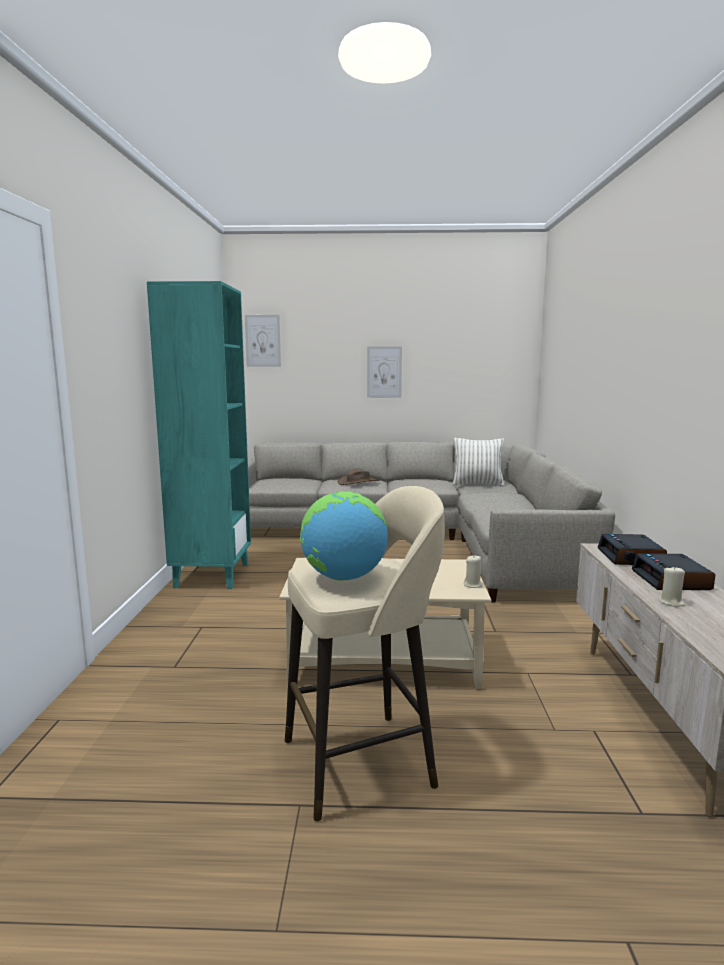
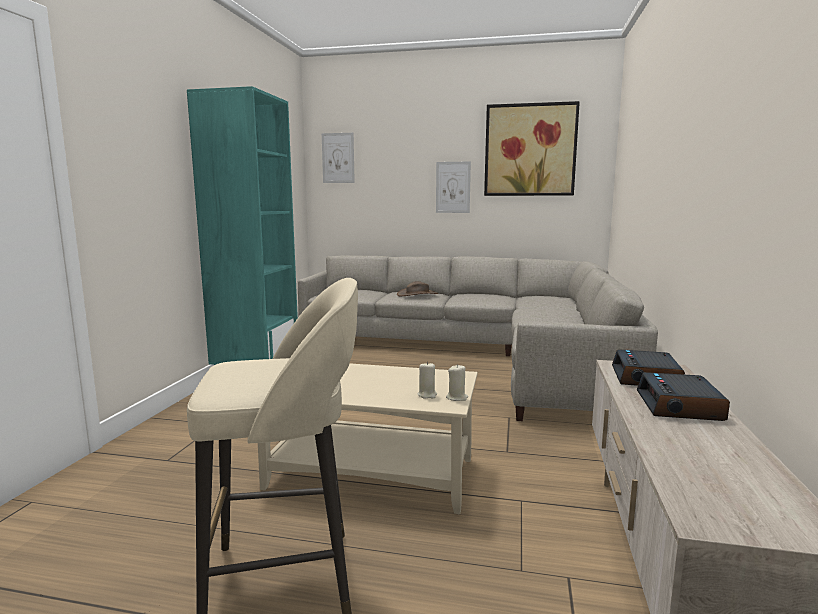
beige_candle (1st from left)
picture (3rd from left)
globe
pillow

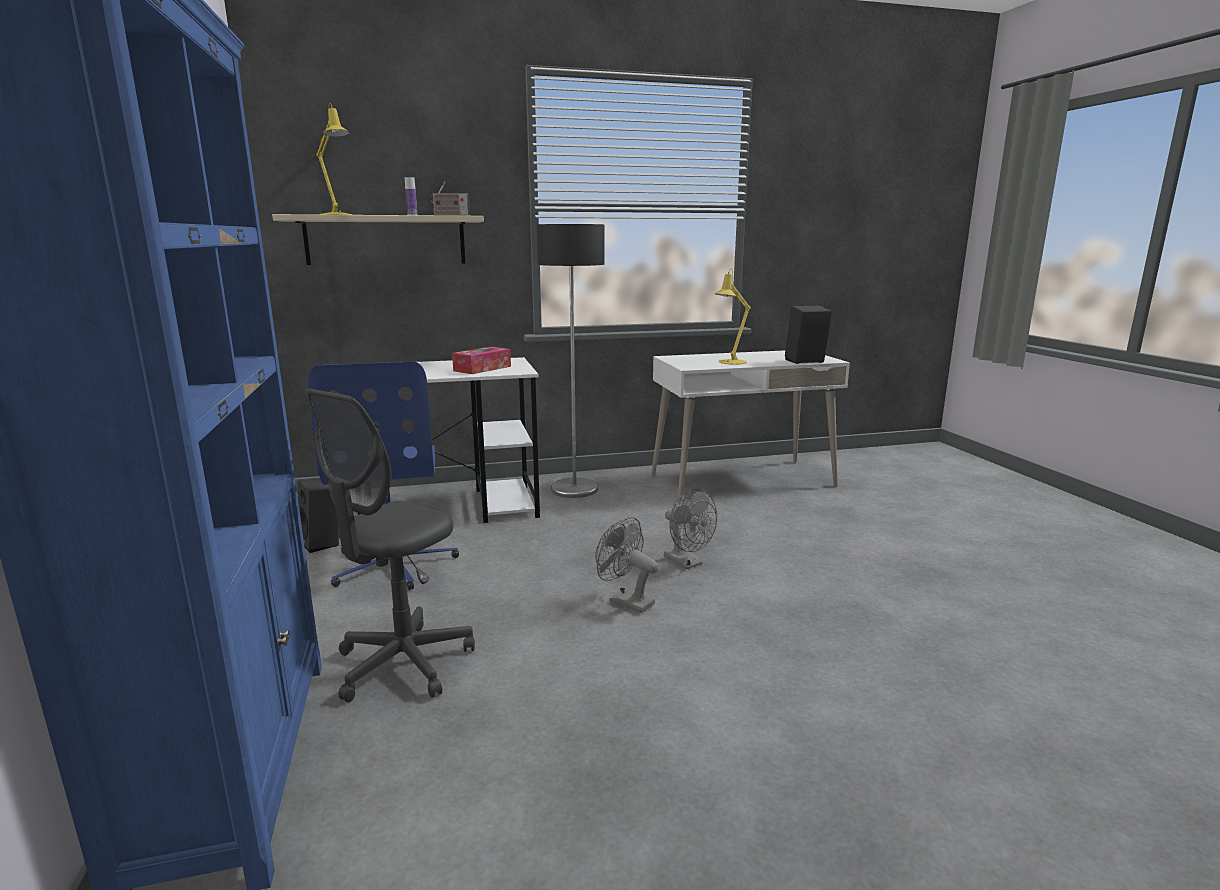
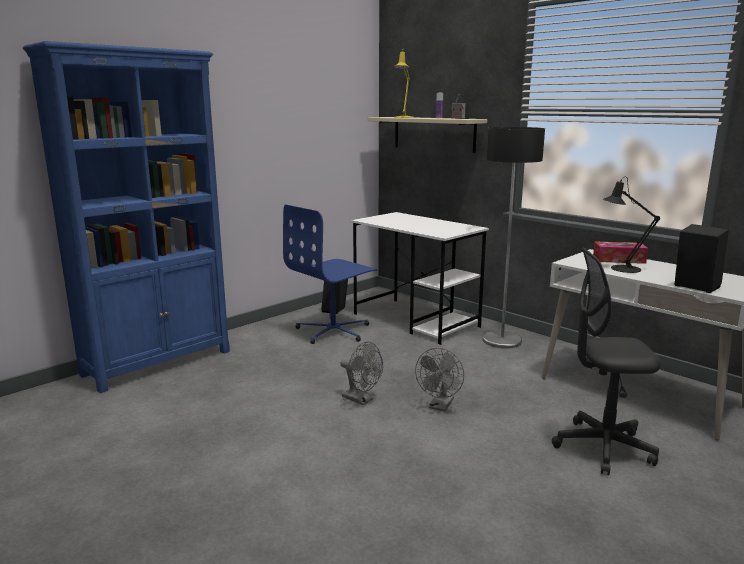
grey_fan (1st from left)
grey_office_chair
tissue_box
black_table_lamp

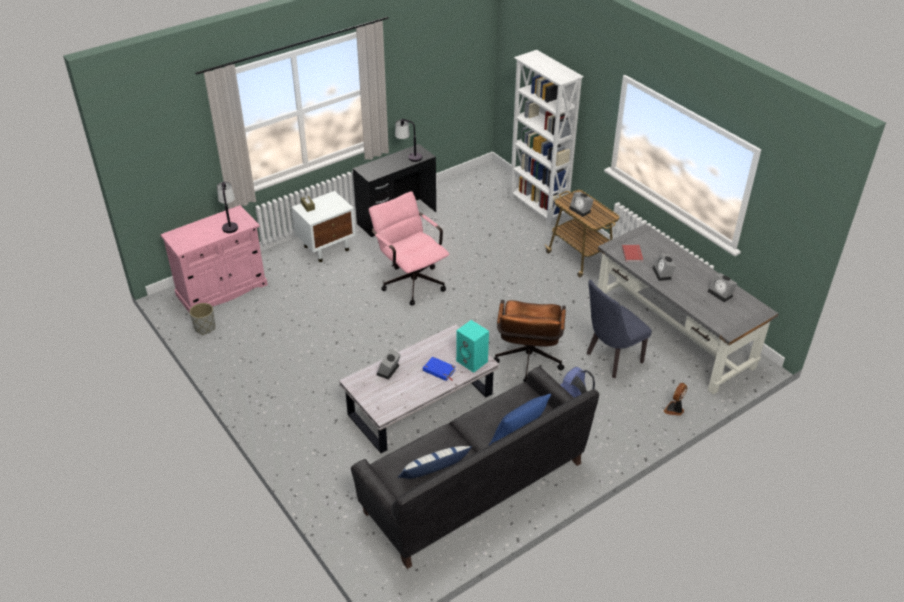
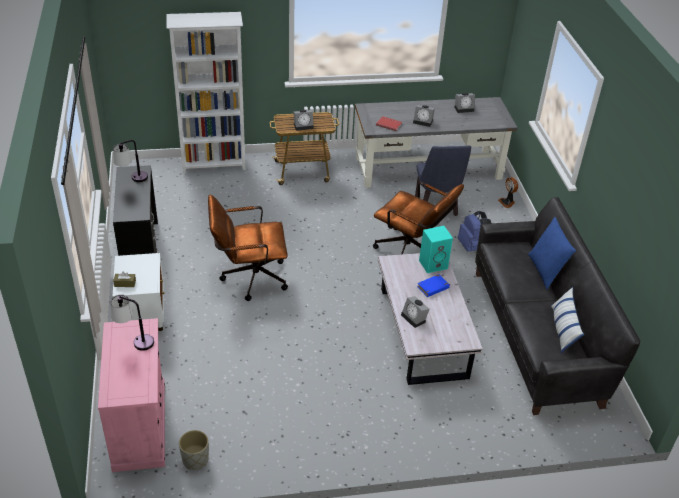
brown_office_chair (1st from left)

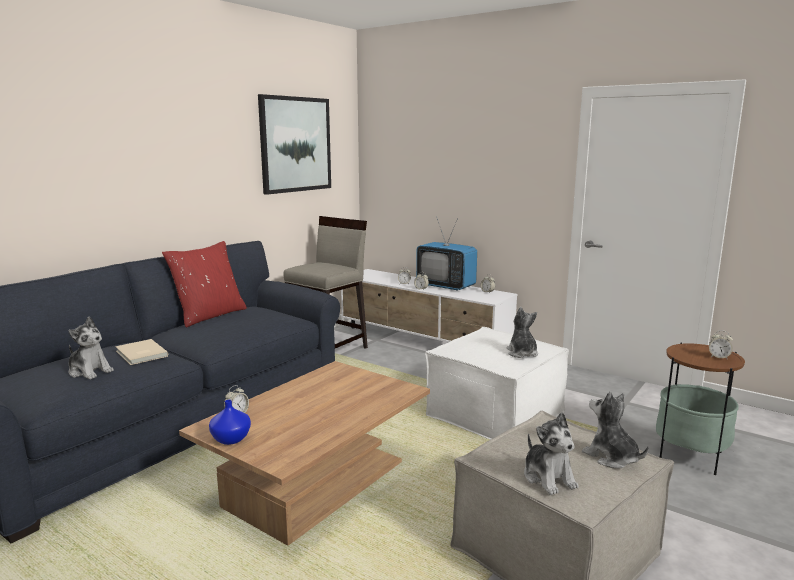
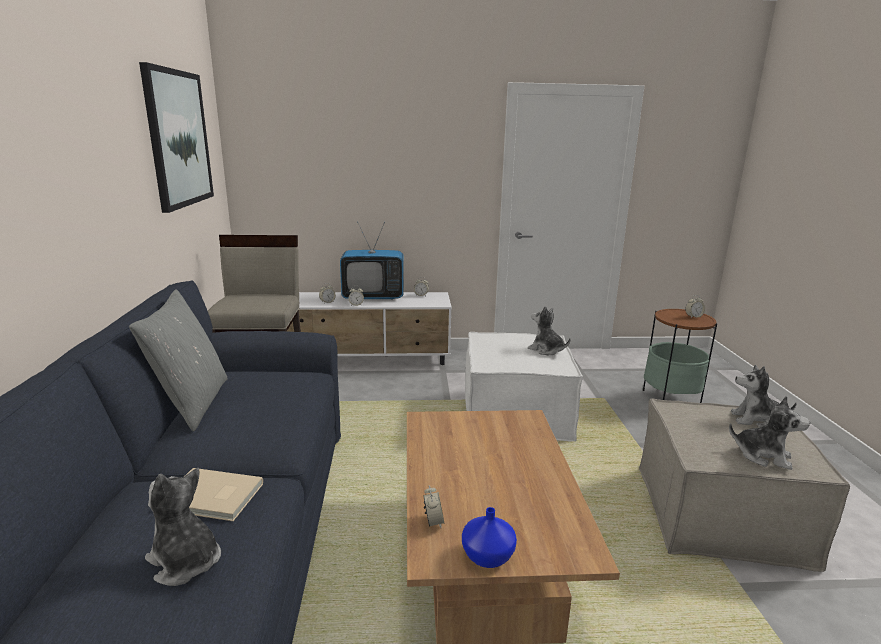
grey_pillow
plush_toy (1st from left)

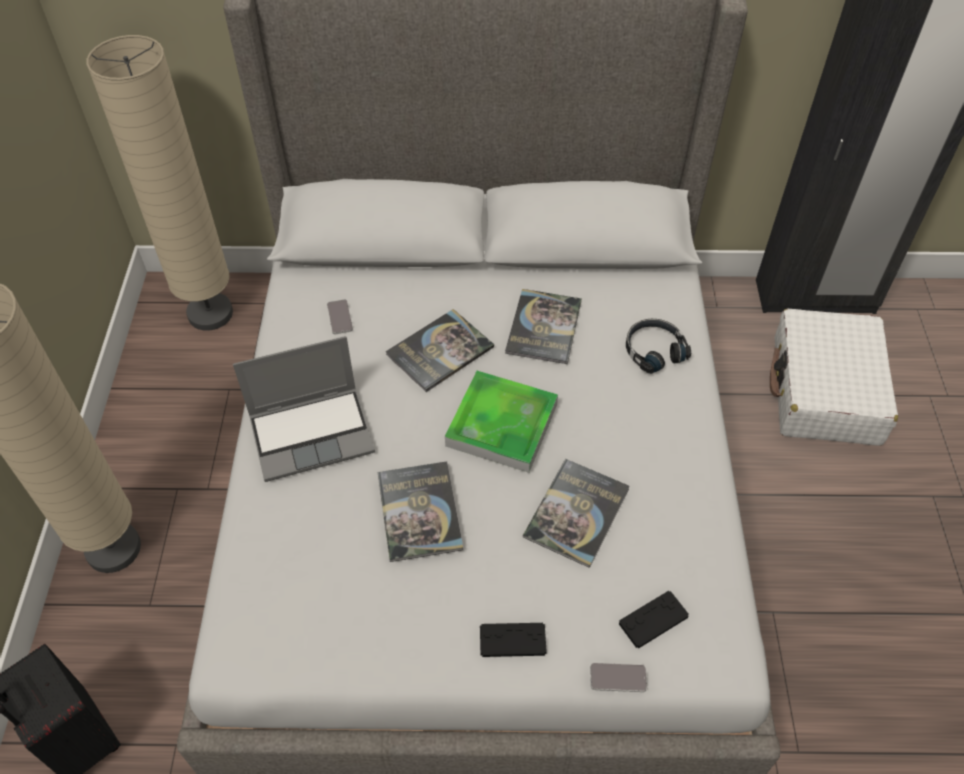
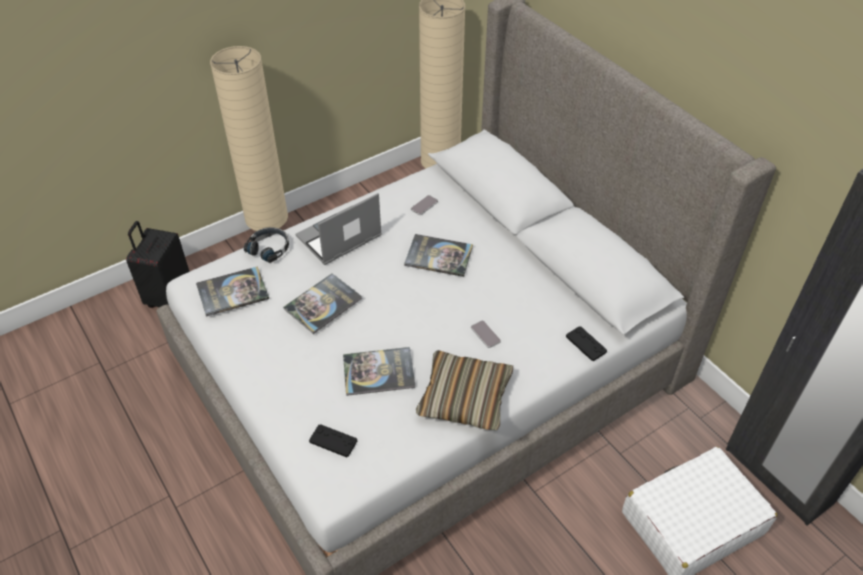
book (1st from left)
black_headphones
laptop
pillow
phone (2nd from left)
black_game_controller (2nd from left)
tray

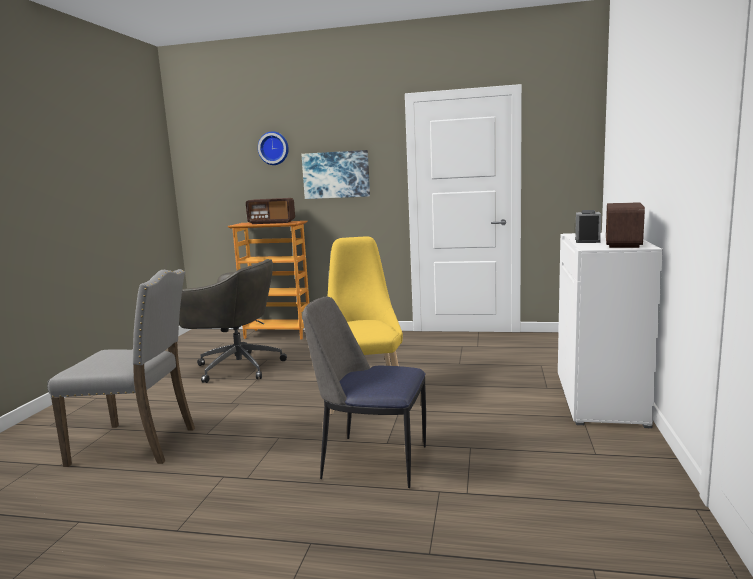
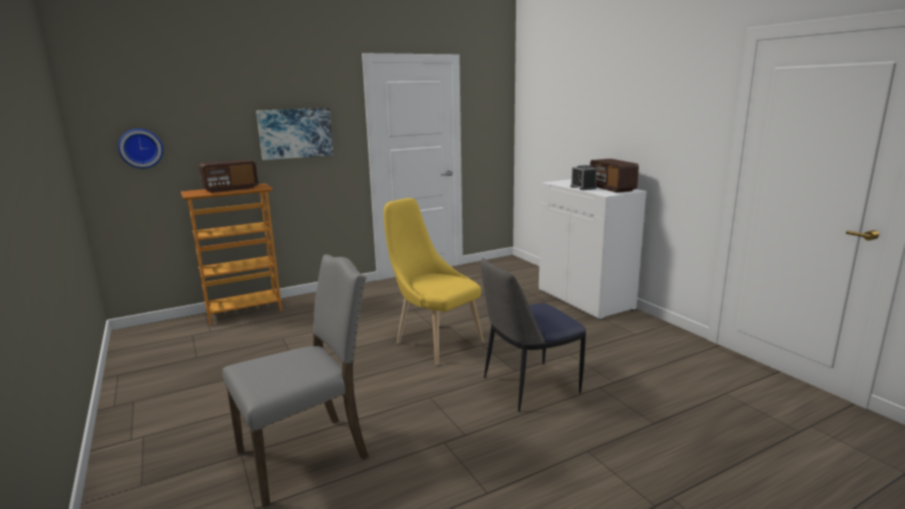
wall_clock
grey_office_chair

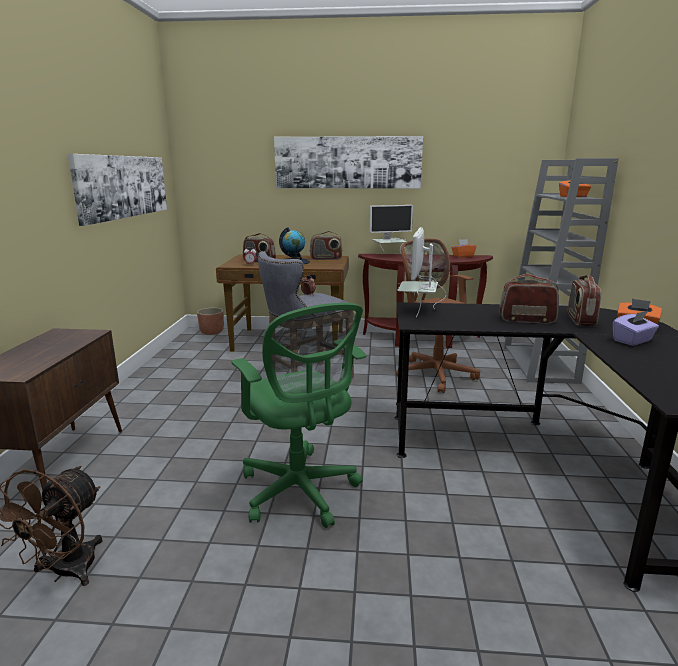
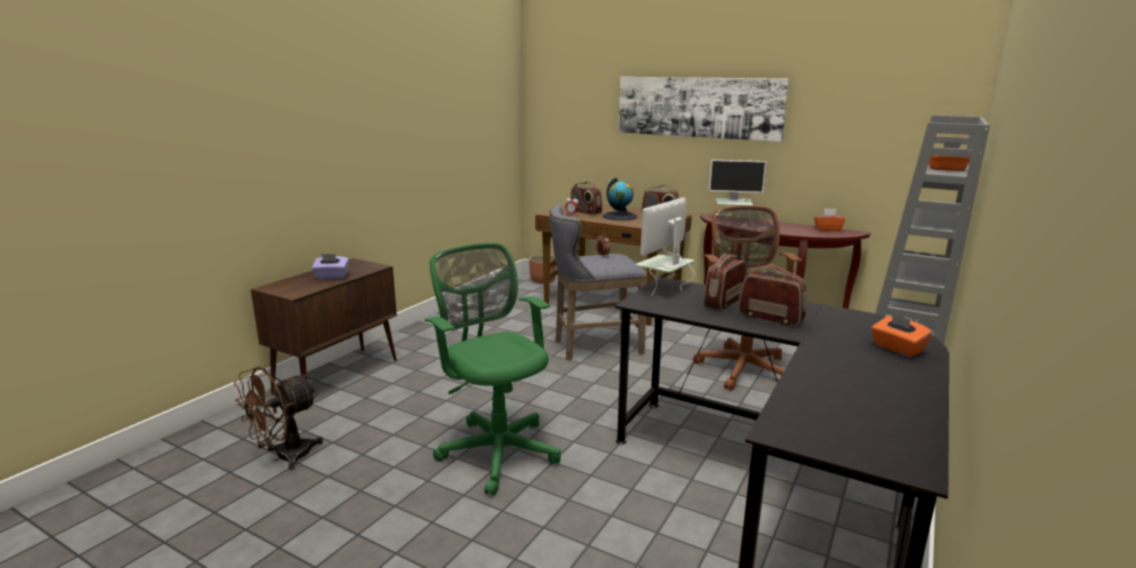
purple_tissue_box
green_office_chair
radio (3rd from left)
picture (1st from left in the first image)

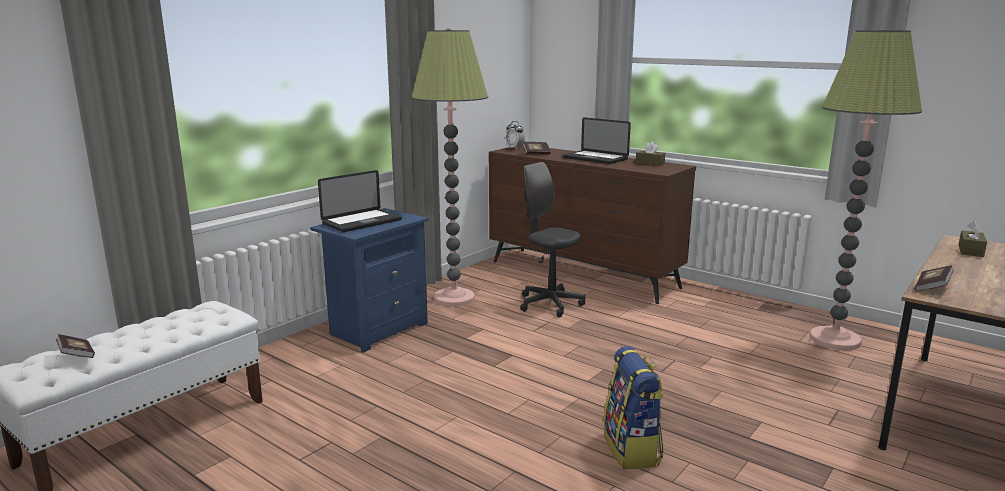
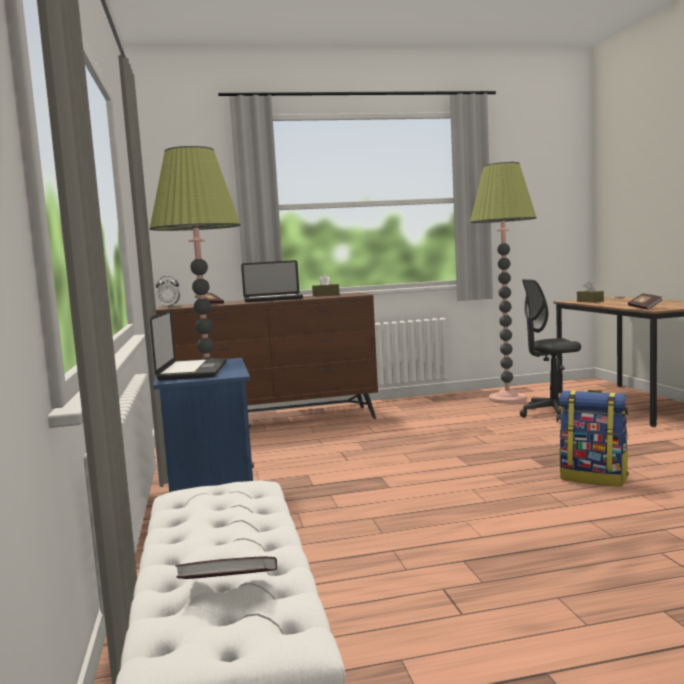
grey_office_chair

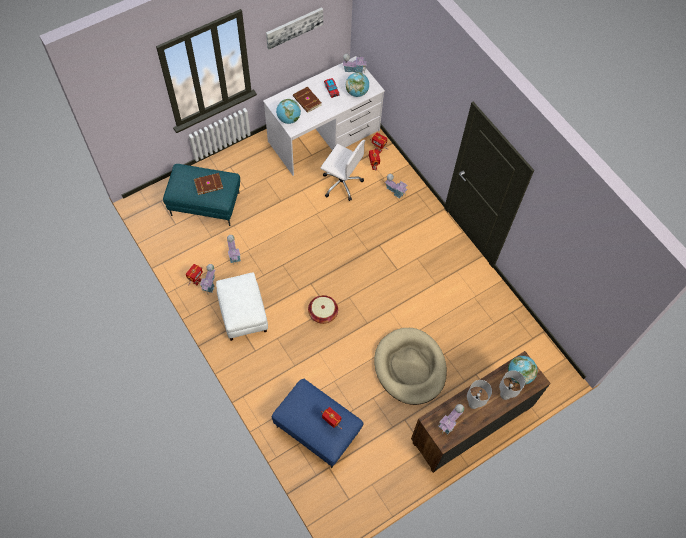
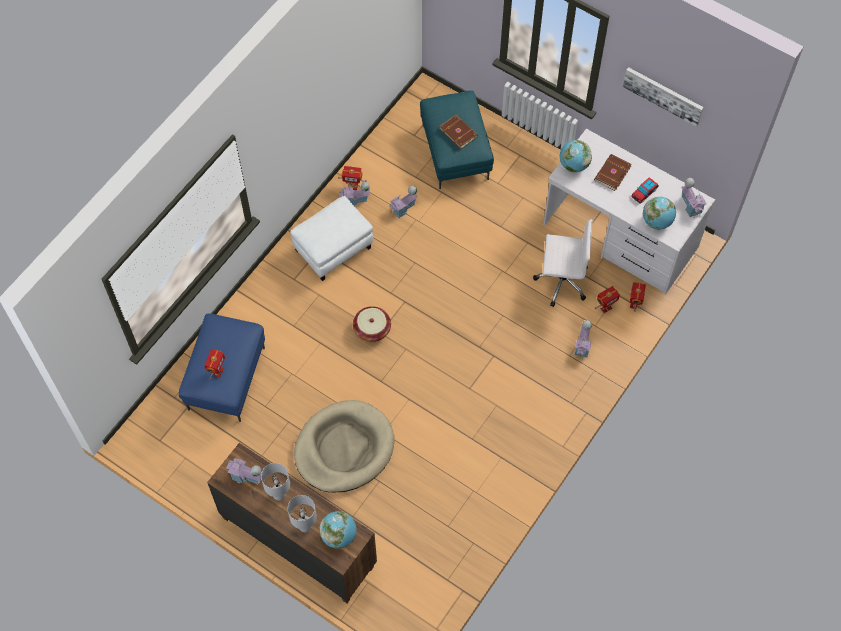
white_office_chair

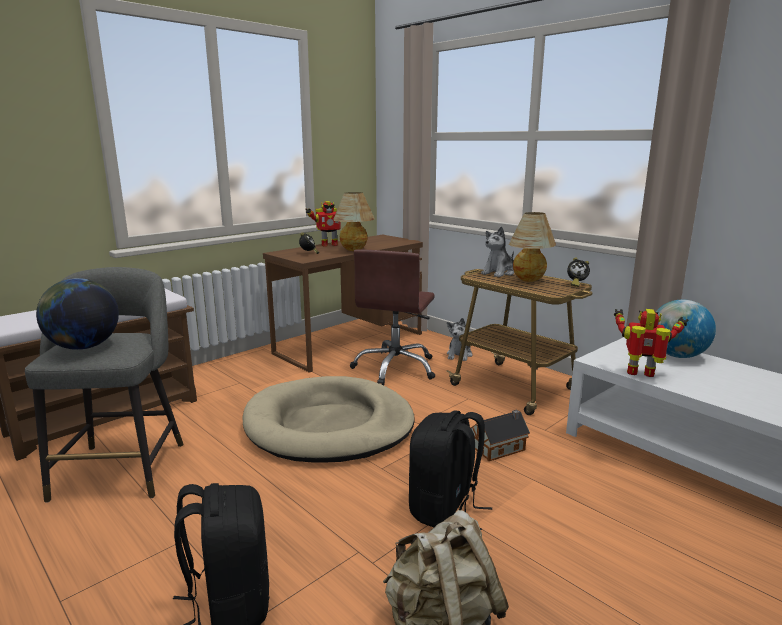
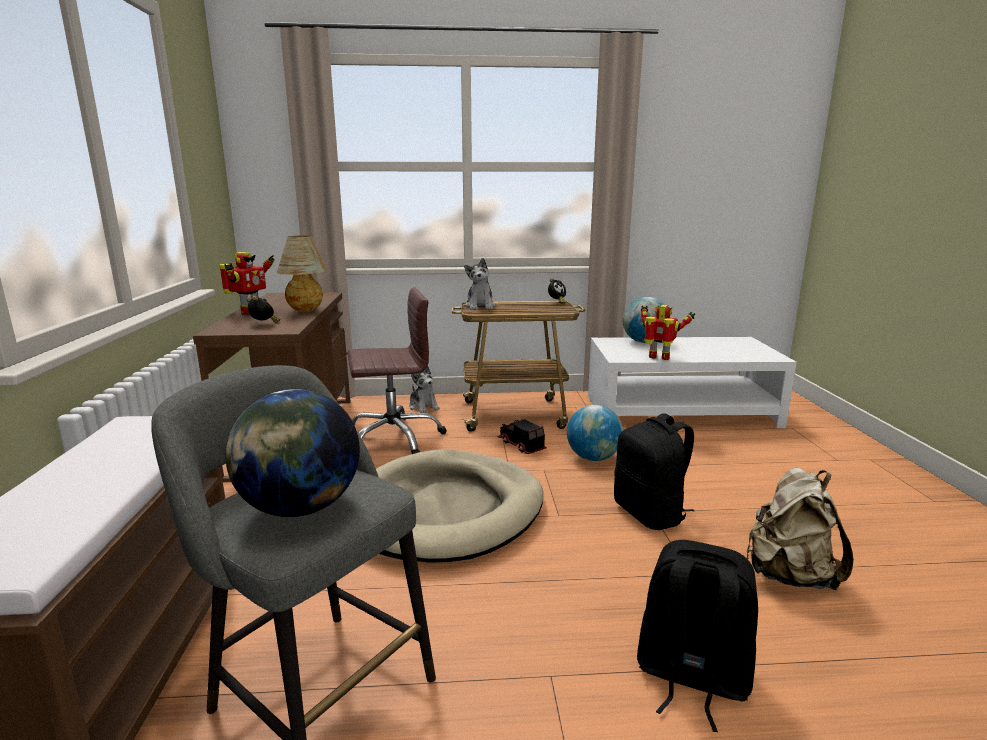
brown_office_chair
toy_truck
globe (2nd from left)
toy_robot (2nd from left)
table_lamp (2nd from left in the first image)

